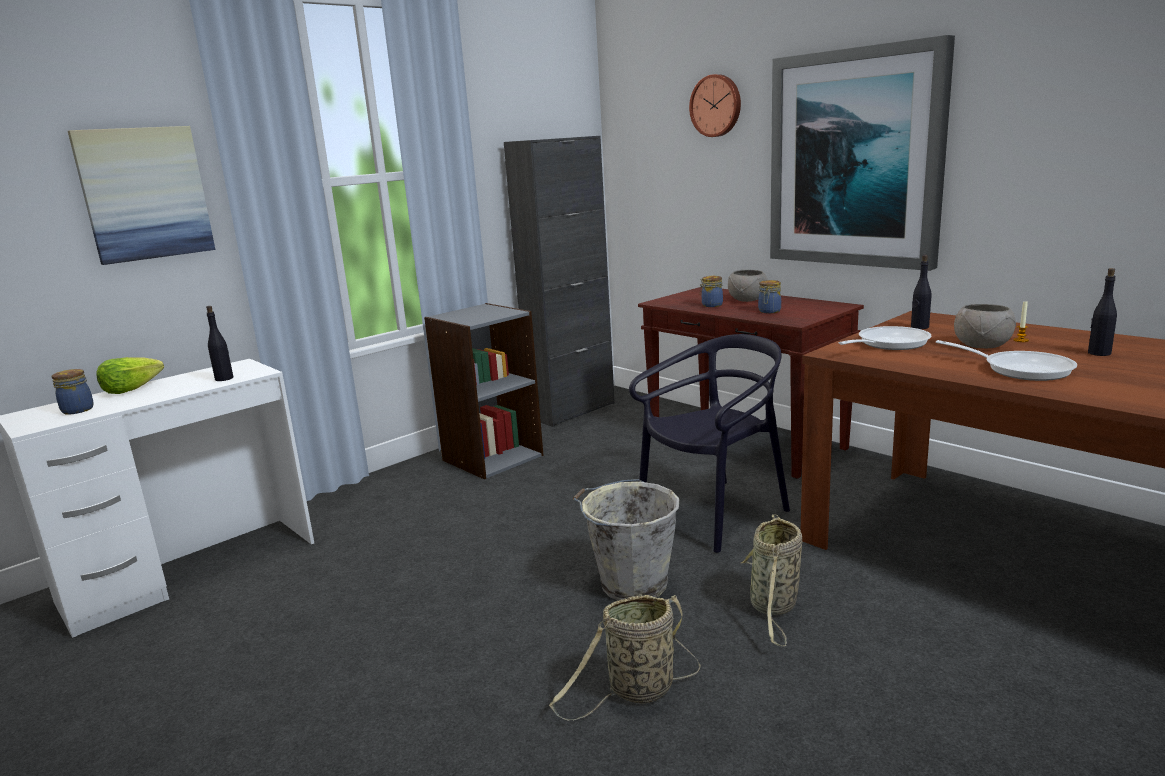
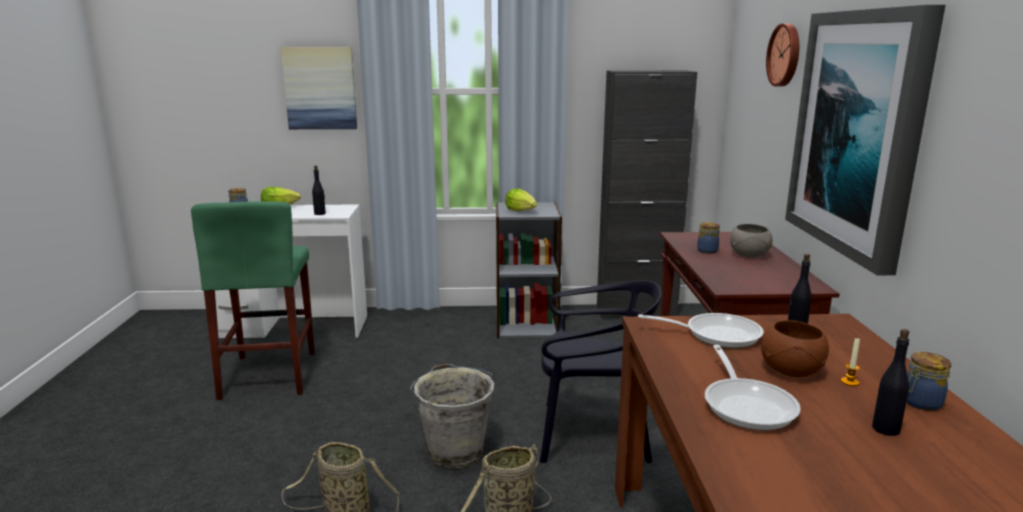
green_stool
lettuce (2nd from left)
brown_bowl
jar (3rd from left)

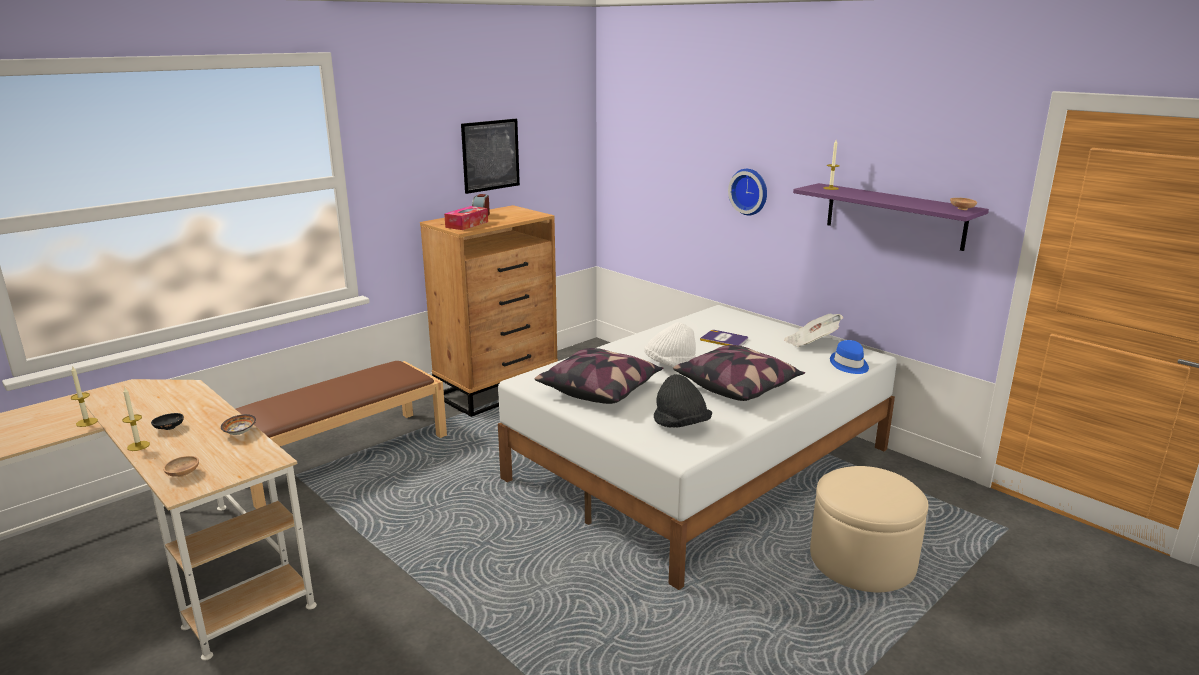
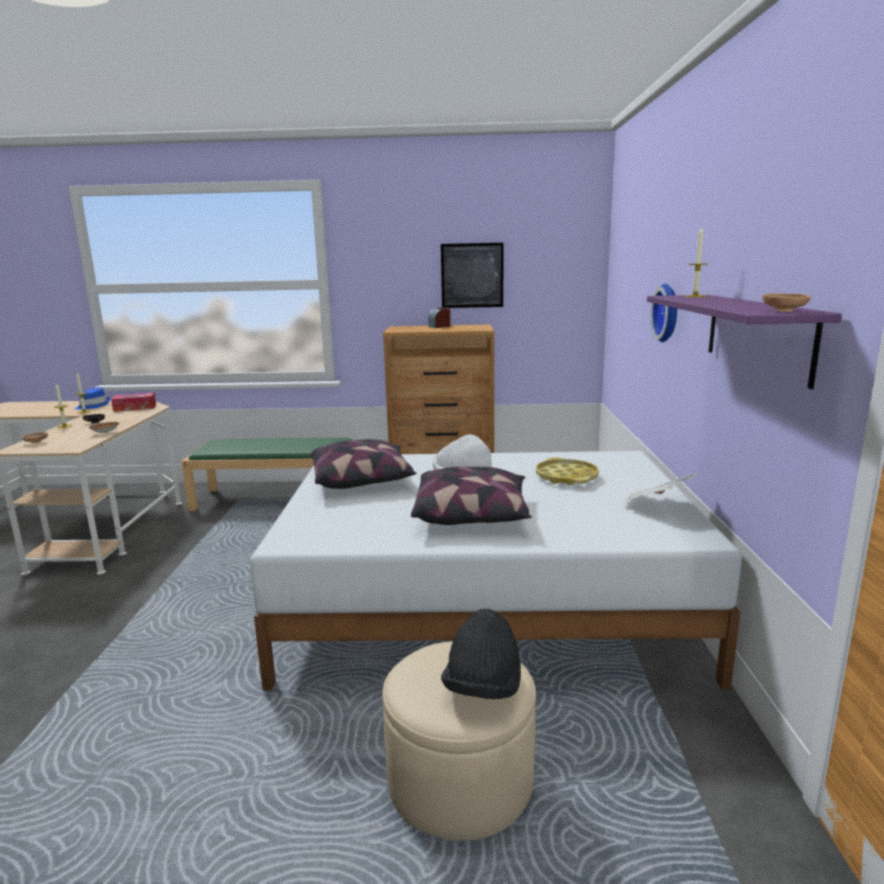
blue_hat
tissue_box
green_bench
black_hat
yellow_tray

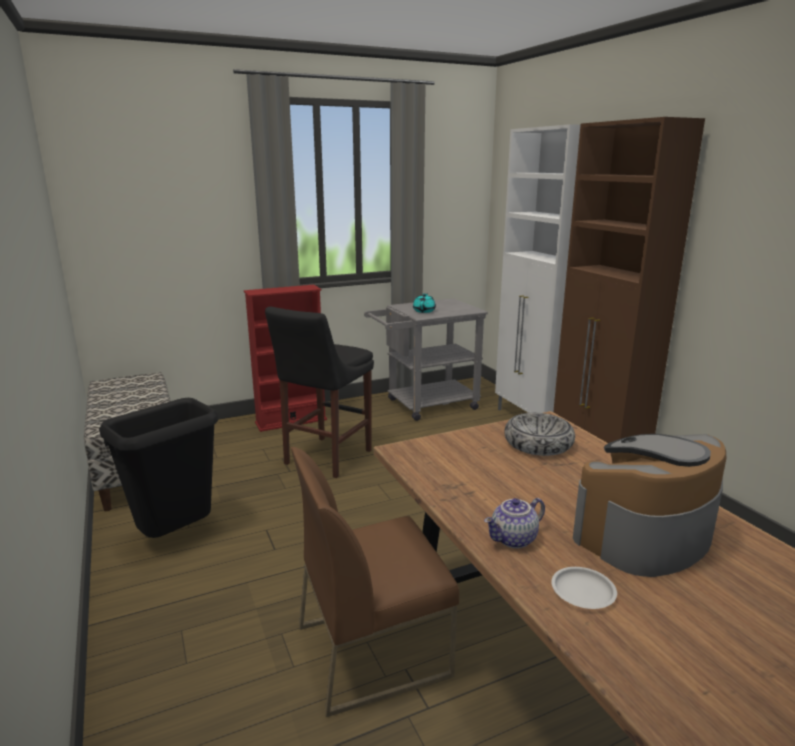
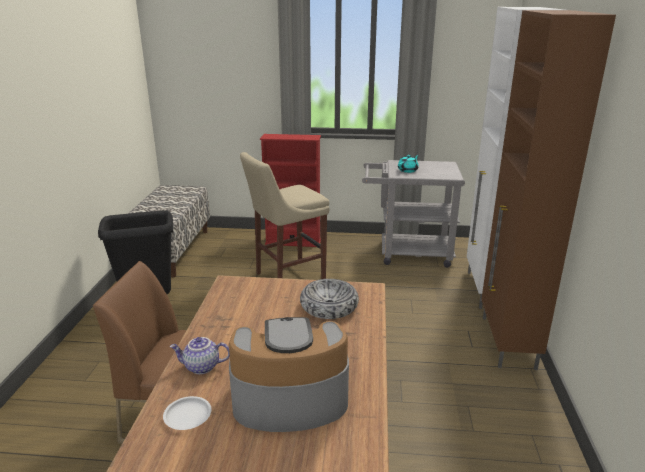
beige_stool

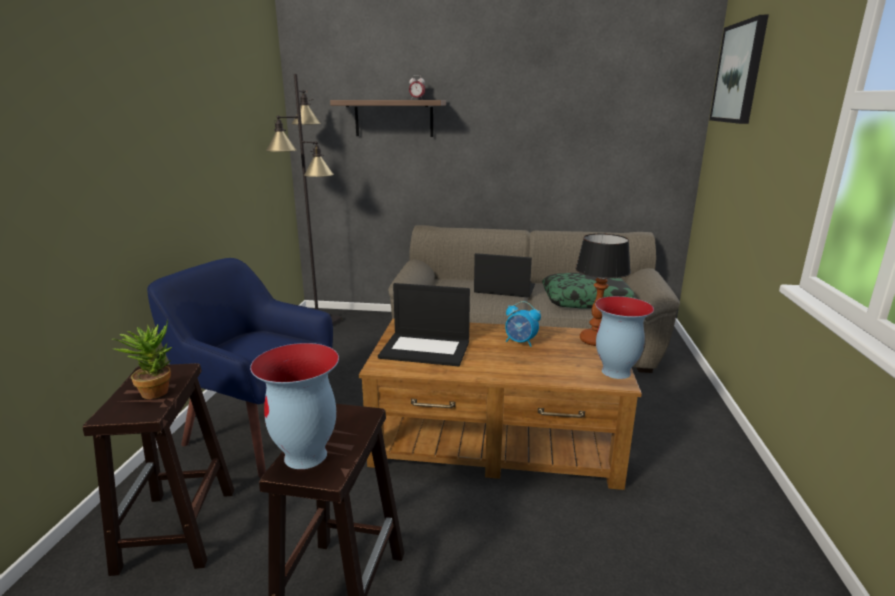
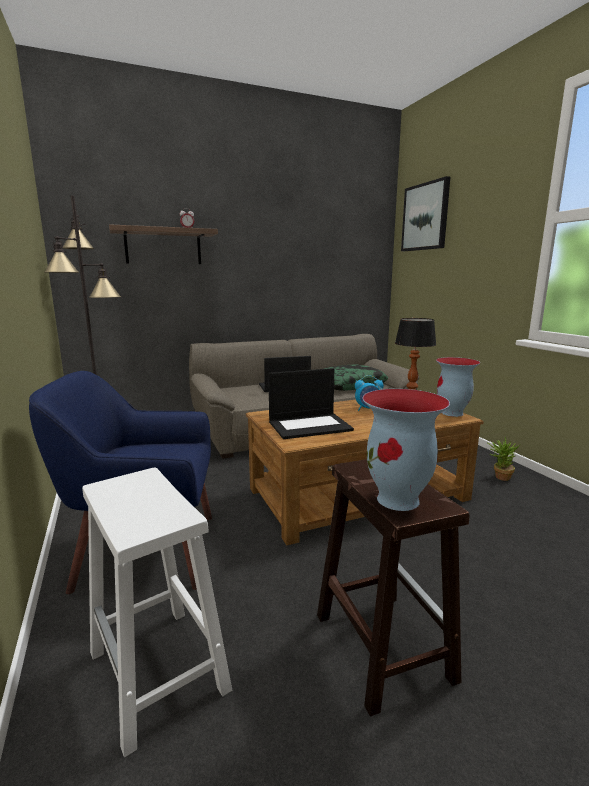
white_stool
potted_plant

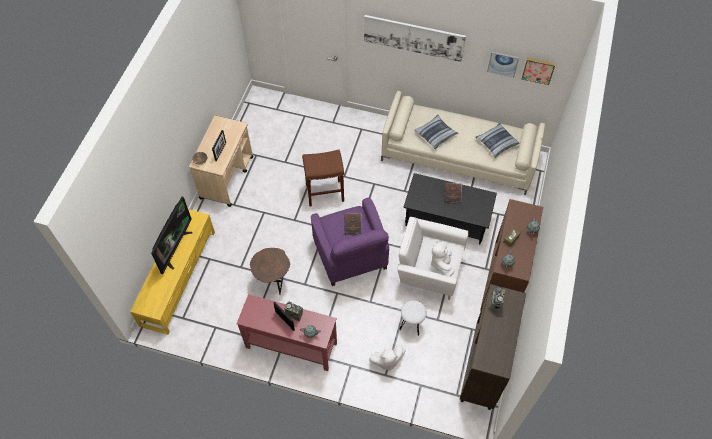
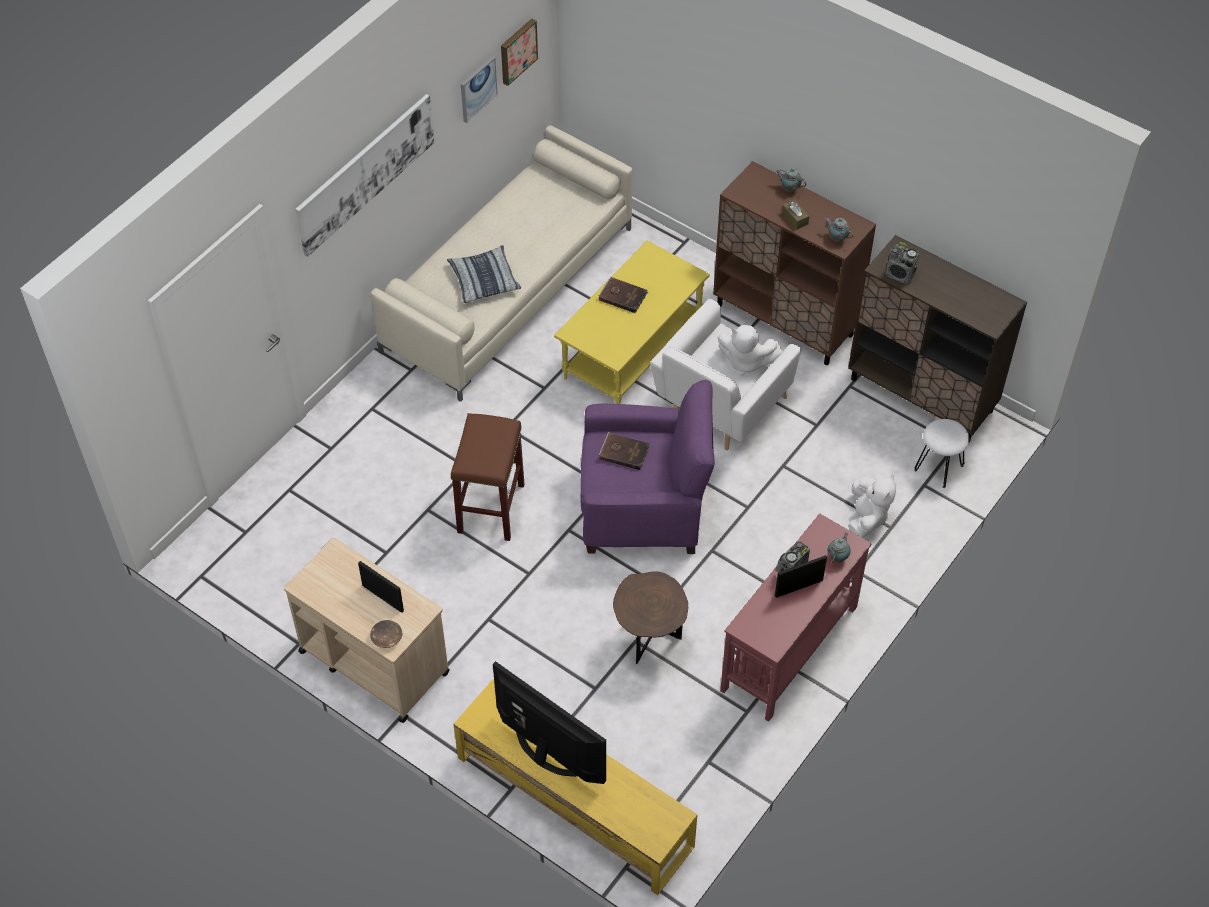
yellow_coffee_table
white_stool
pillow (2nd from left in the first image)

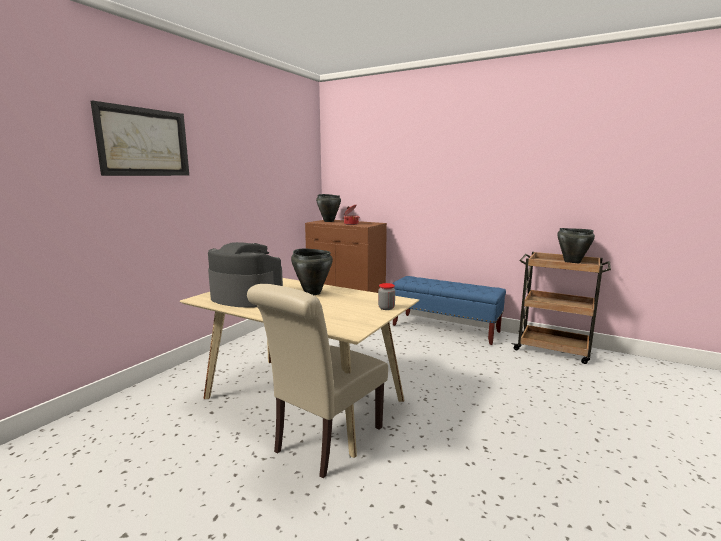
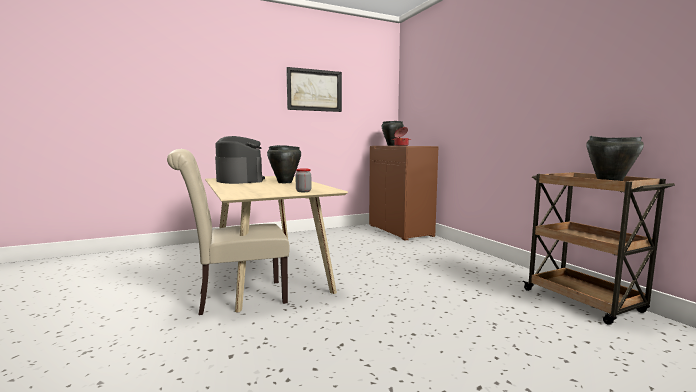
picture
blue_bench

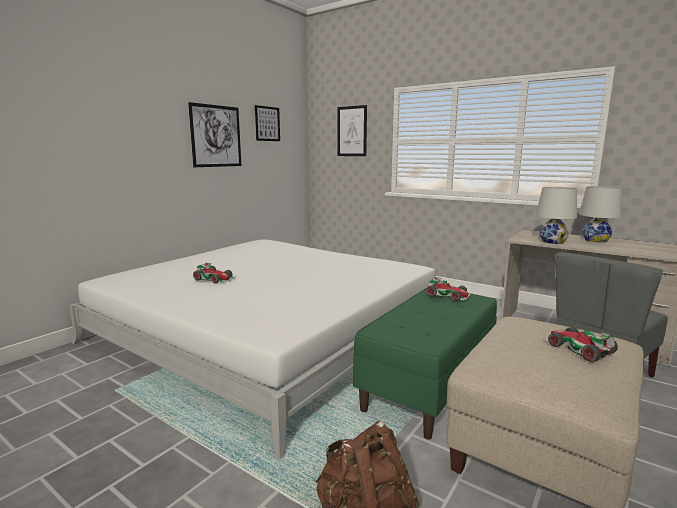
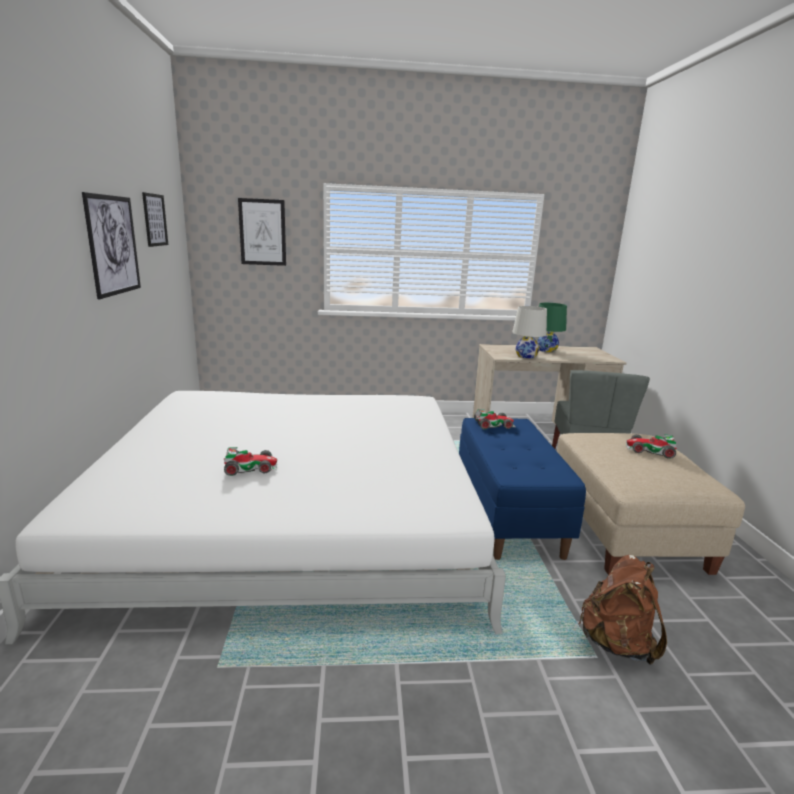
blue_bench
green_table_lamp

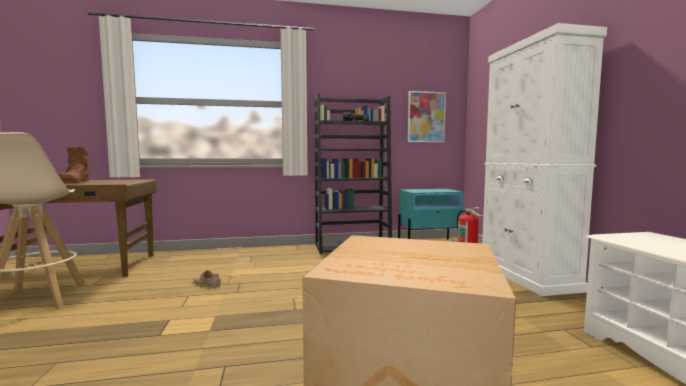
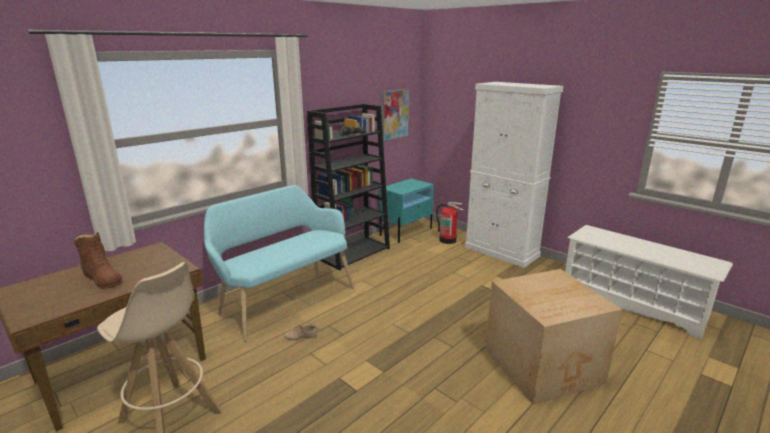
turquoise_bench

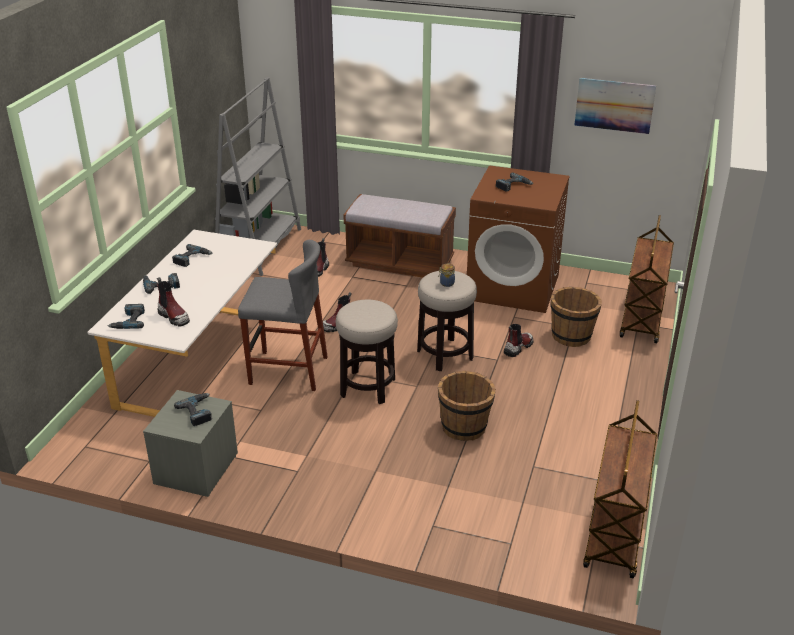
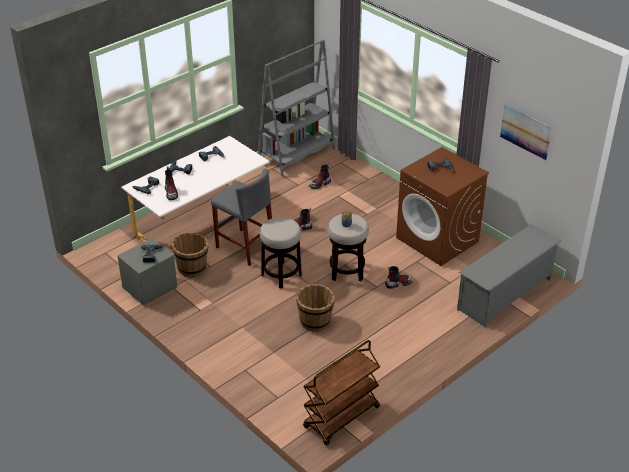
brown_bucket (1st from left)
grey_shoe_rack
brown_bench

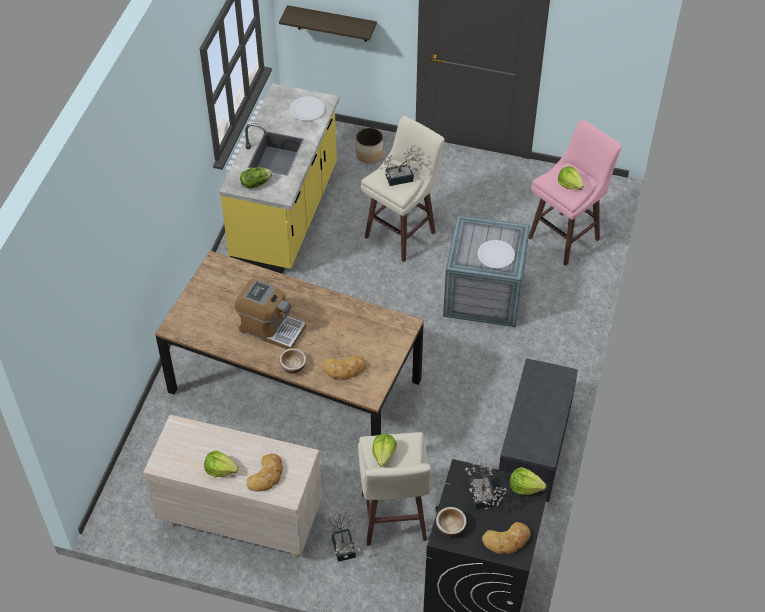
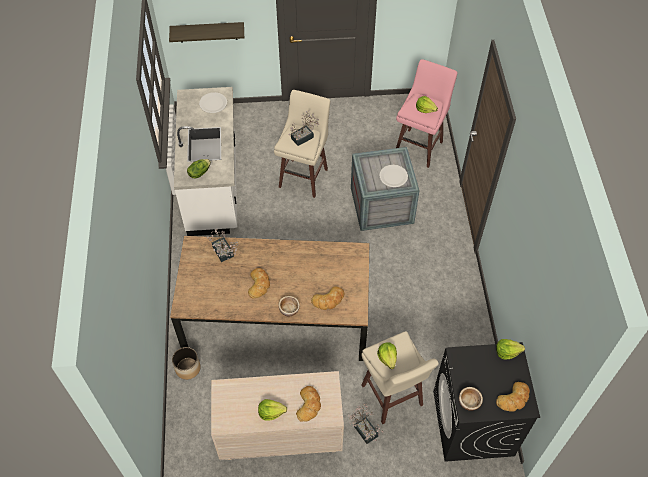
planter
white_counter
potted_plant (1st from left)
bread (1st from left)
grey_bench

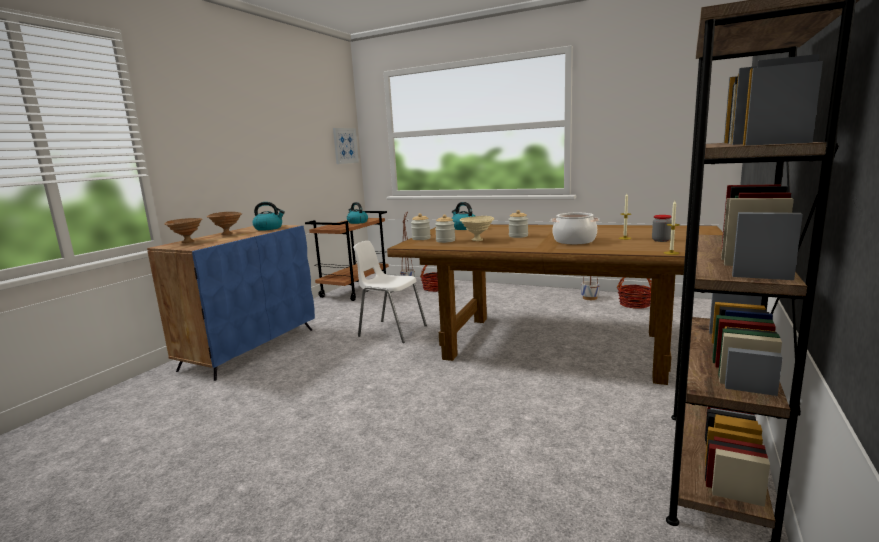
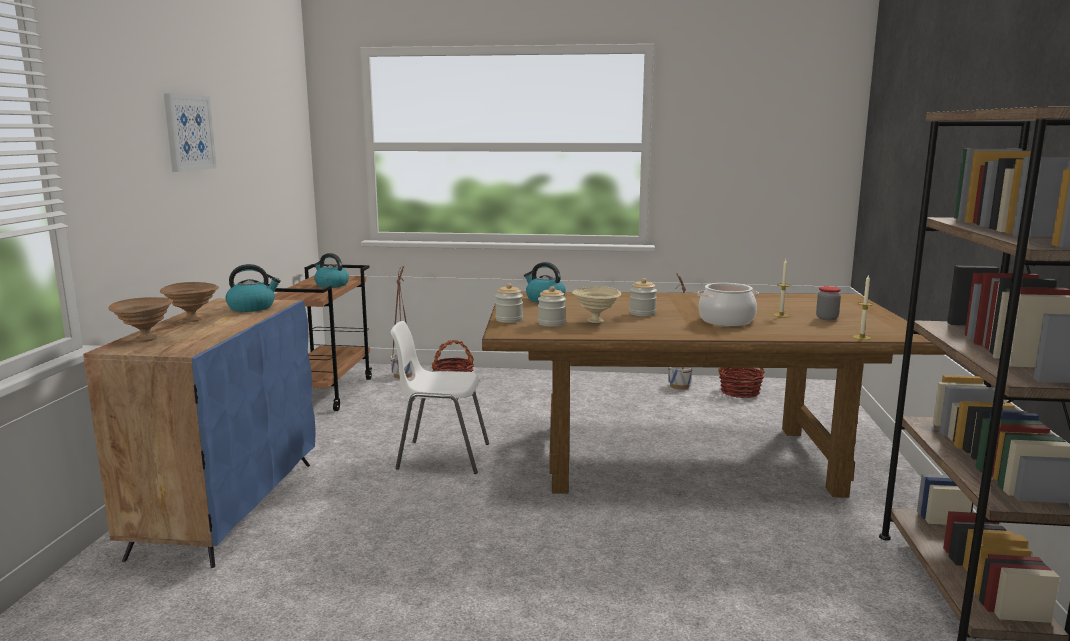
picture

